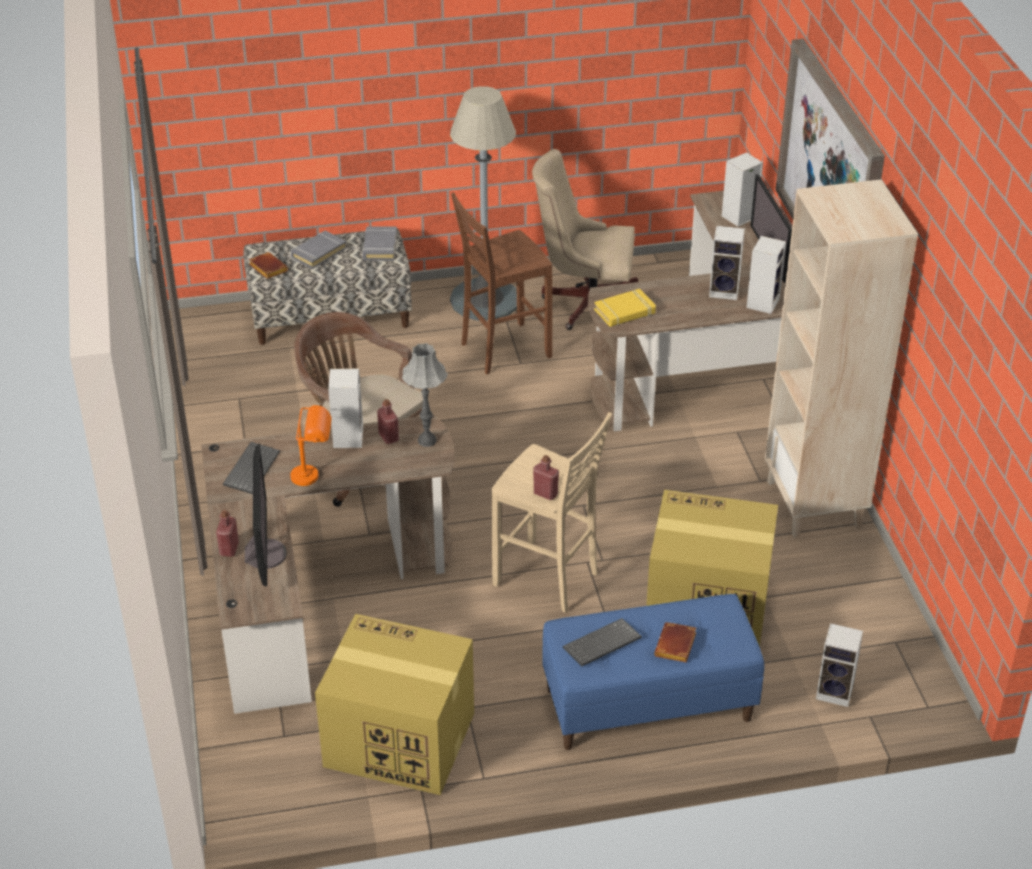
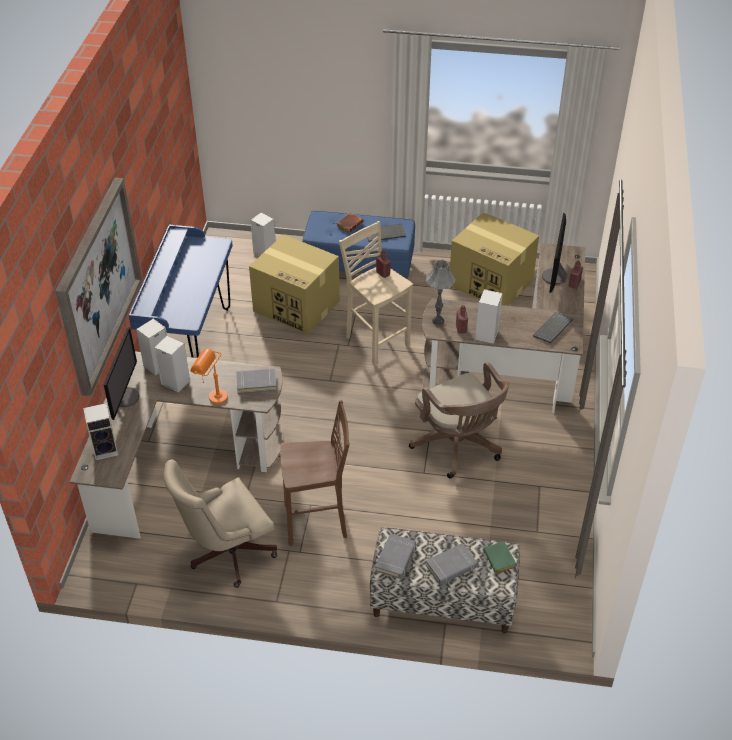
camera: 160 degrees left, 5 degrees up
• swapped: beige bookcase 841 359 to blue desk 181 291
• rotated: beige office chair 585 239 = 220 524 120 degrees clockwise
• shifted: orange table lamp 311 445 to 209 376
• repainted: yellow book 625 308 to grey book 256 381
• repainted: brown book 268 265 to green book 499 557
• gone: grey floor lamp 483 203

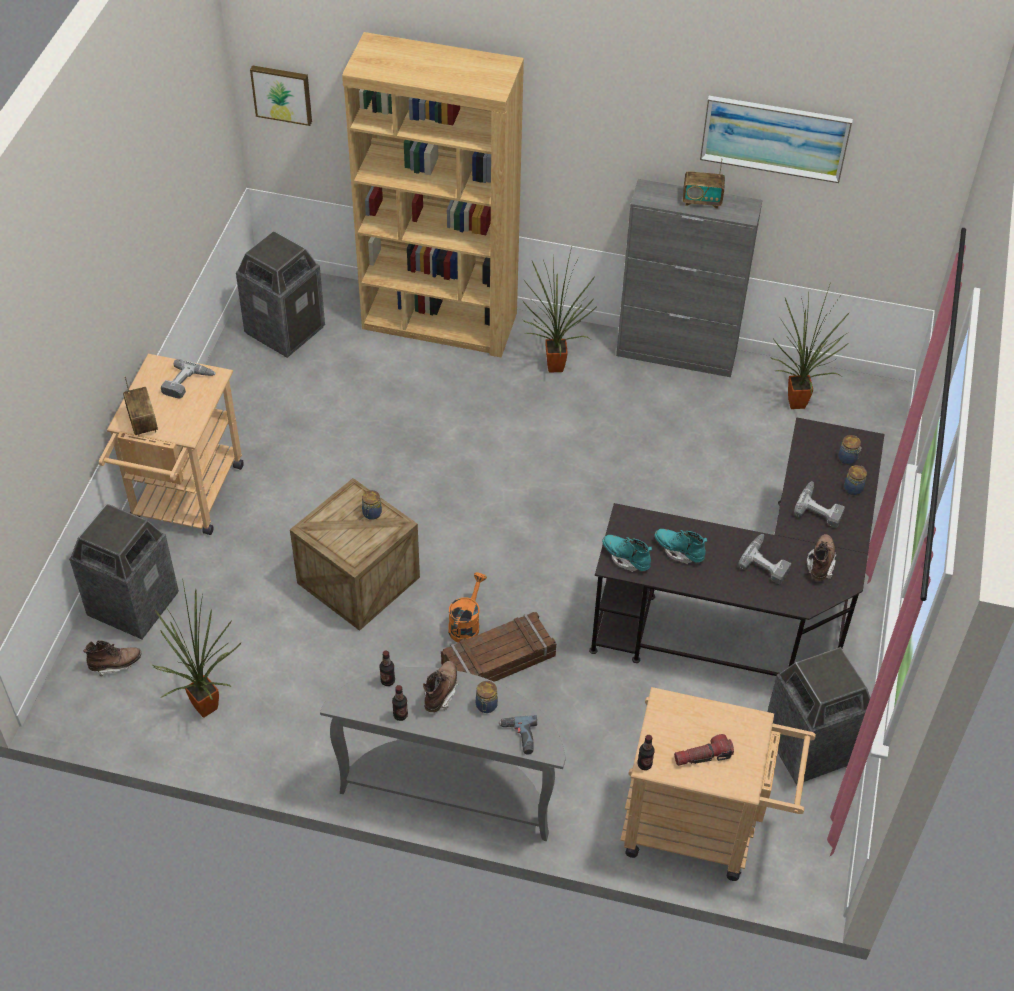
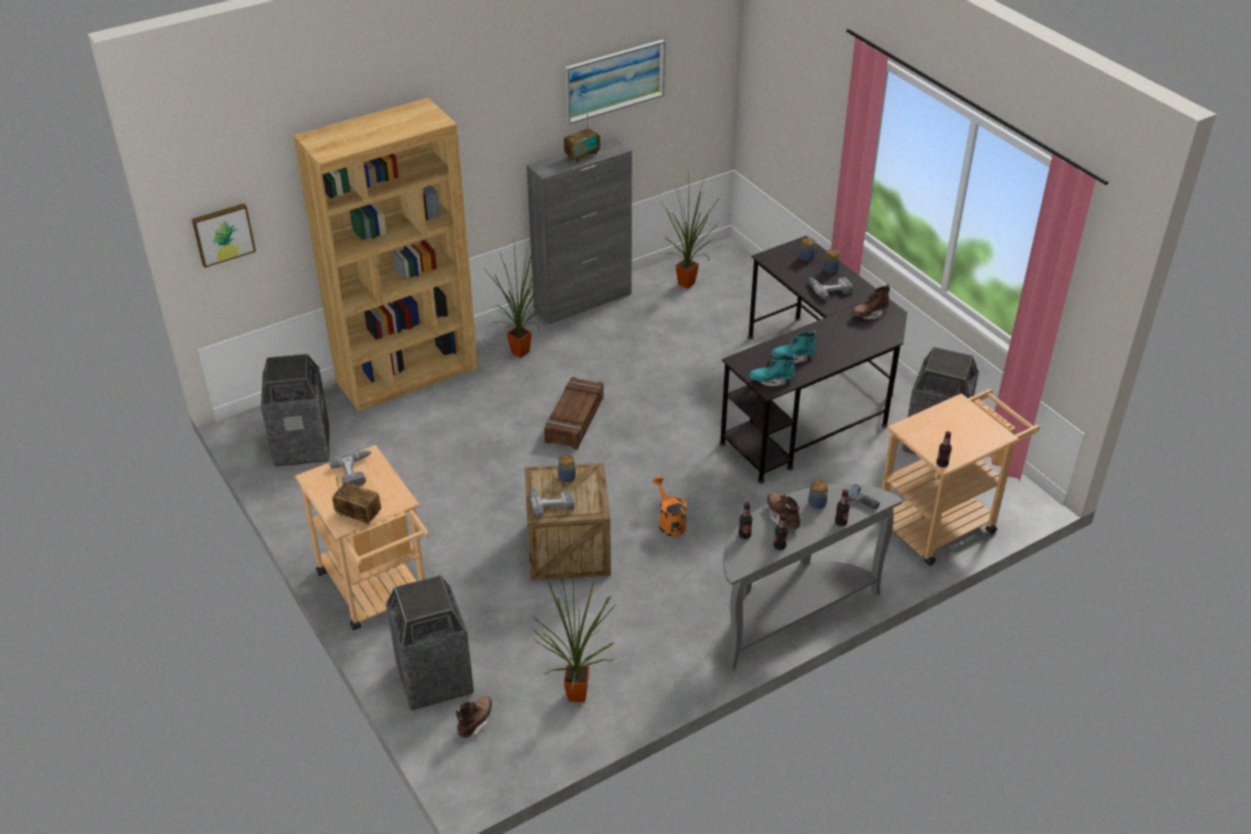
camera: 45 degrees left, 10 degrees down
• shifted: power drill 764 559 to 552 501
• shifted: crate 498 647 to 574 413
• new: bottle 842 507
• rotated: brown boot 821 557 = 871 301 90 degrees counterclockwise
• gone: flashlight 704 750

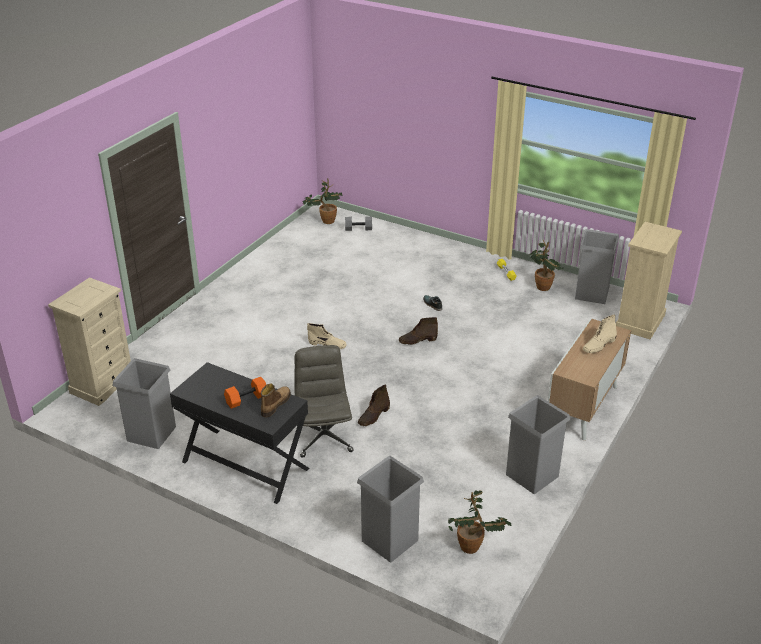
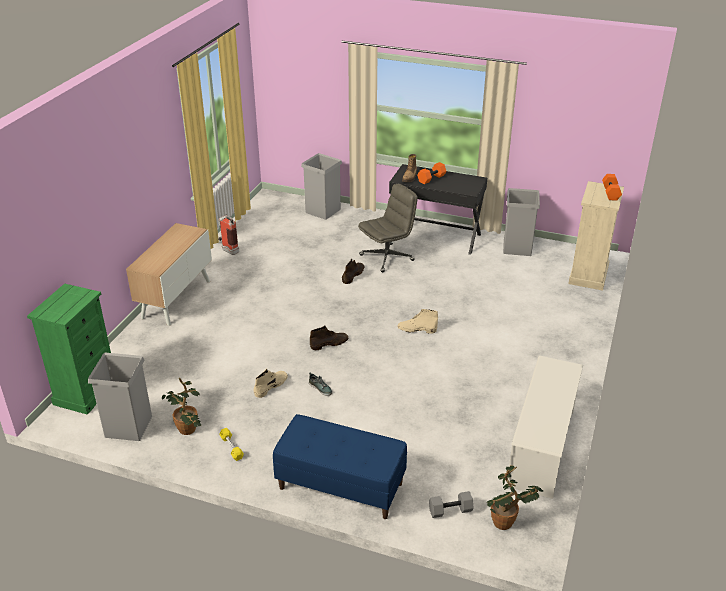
camera: 170 degrees right, 0 degrees up
• repainted: beige dresser 649 281 to green dresser 69 349
• swapped: grey trash can 538 444 to fire extinguisher 228 235
• shifted: beige boot 600 334 to 271 383
• new: blue bench 340 466
• rotated: grey office chair 324 401 = 388 228 105 degrees counterclockwise
• new: white shoe rack 545 427
• new: orange dumbbell 612 187
• gone: potted plant 479 522

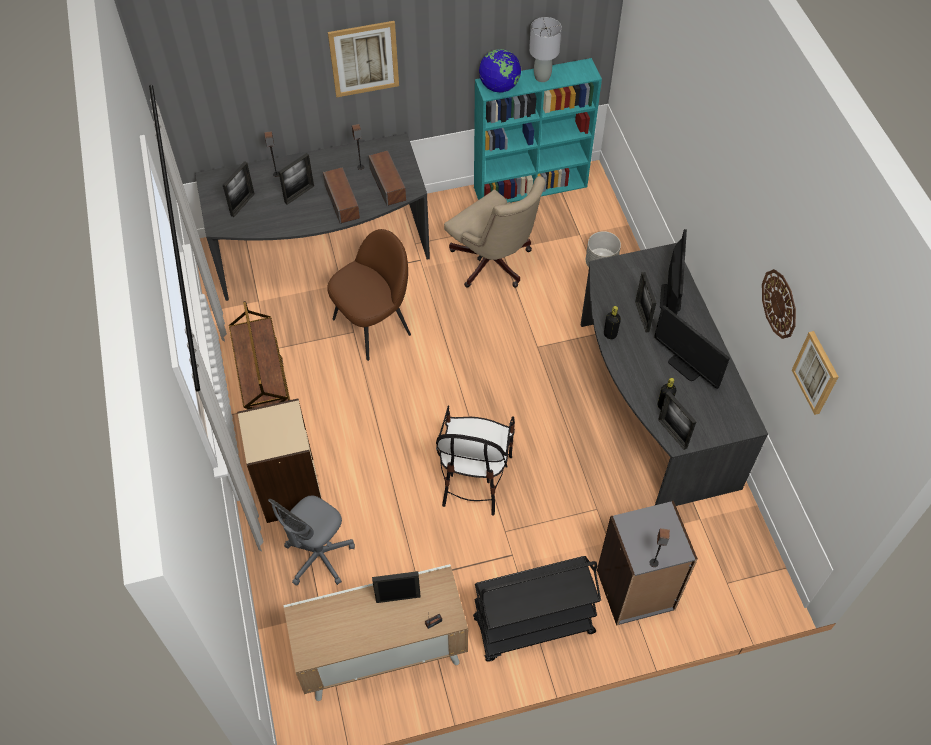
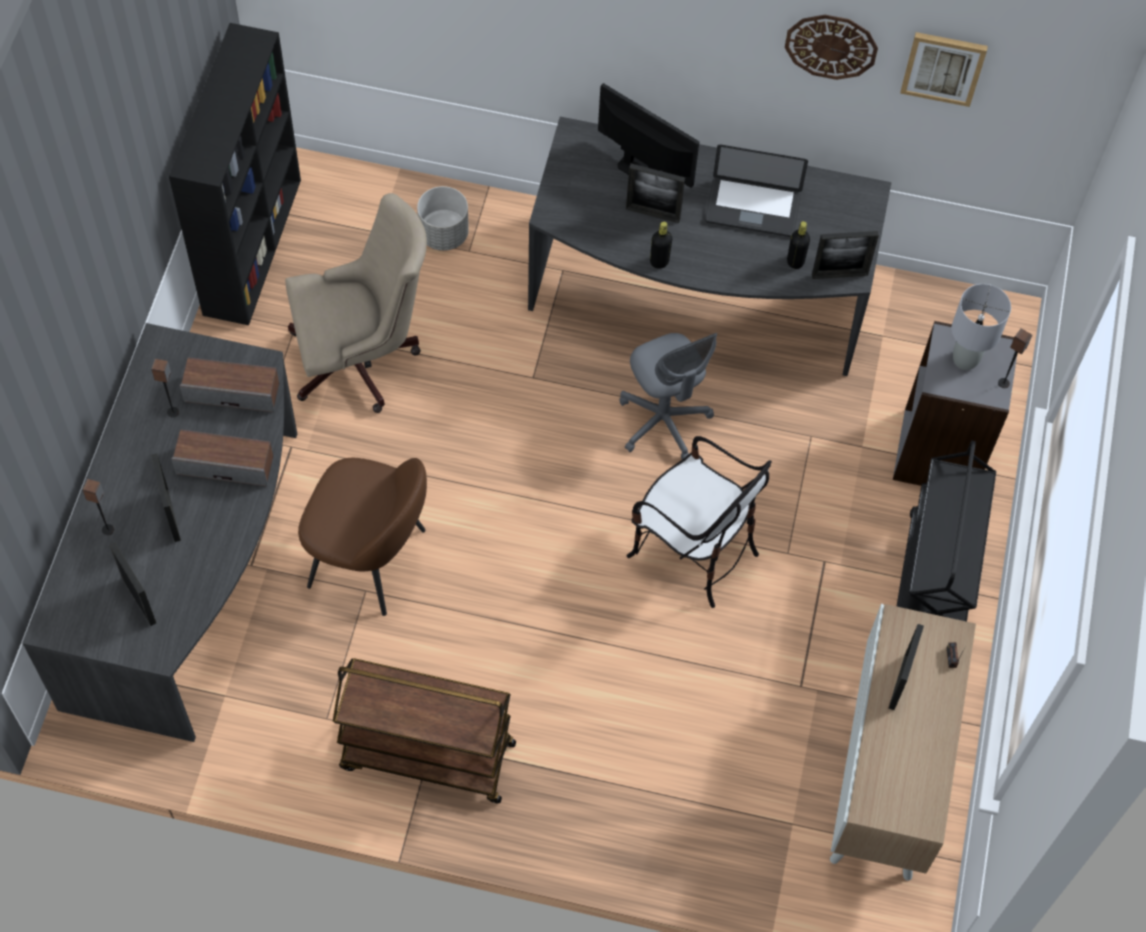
camera: 65 degrees left, 5 degrees up
• repainted: turquoise bookcase 538 130 to black bookcase 235 174
• rotated: brown chair 369 295 = 362 537 120 degrees clockwise
• shifted: grey office chair 311 541 to 669 396
• swapped: monitor 692 347 to laptop 756 191
• shifted: grey table lamp 545 49 to 981 327
• gone: beige bookcase 279 460
• gone: picture 363 59
• gone: globe 500 70

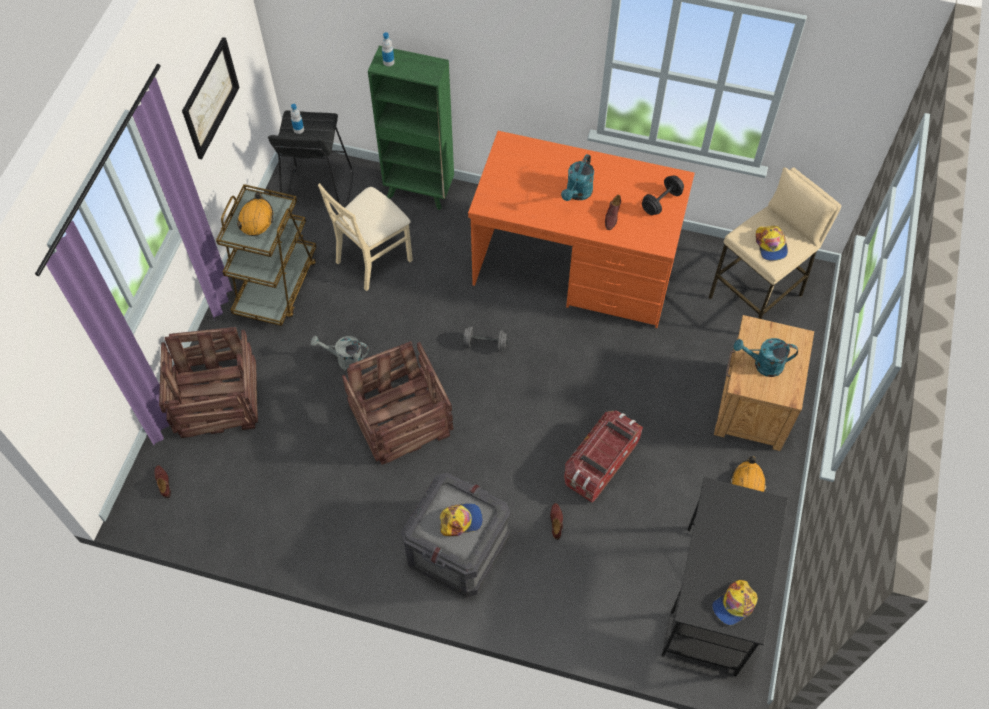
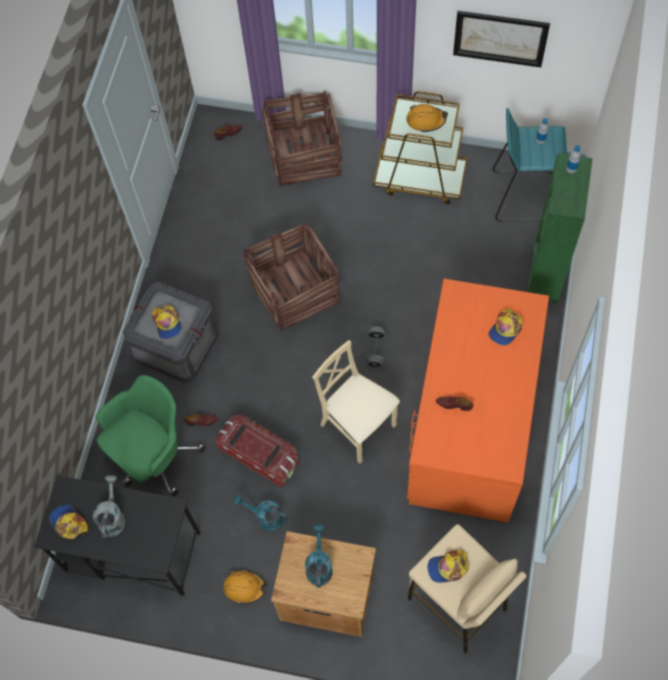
camera: 90 degrees right, 5 degrees up
• shifted: grey watering can 340 353 to 109 506
• new: green office chair 150 435
• shifted: turquoise watering can 577 177 to 261 513
• shifted: beige chair 365 237 to 356 402
• new: cap 505 327
• repainted: black stool 310 161 to turquoise stool 529 164
• gone: black dumbbell 663 195

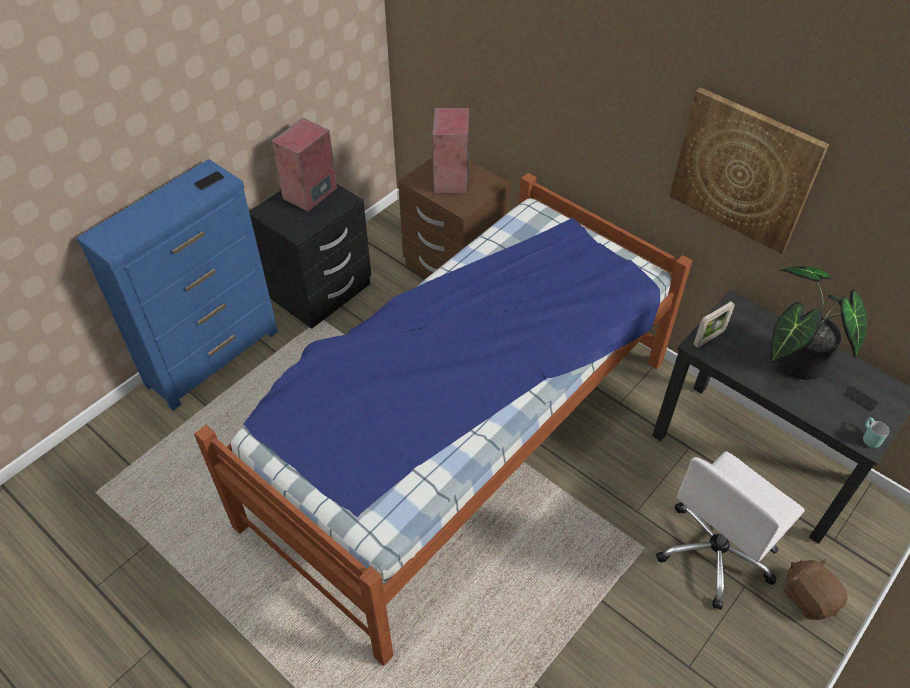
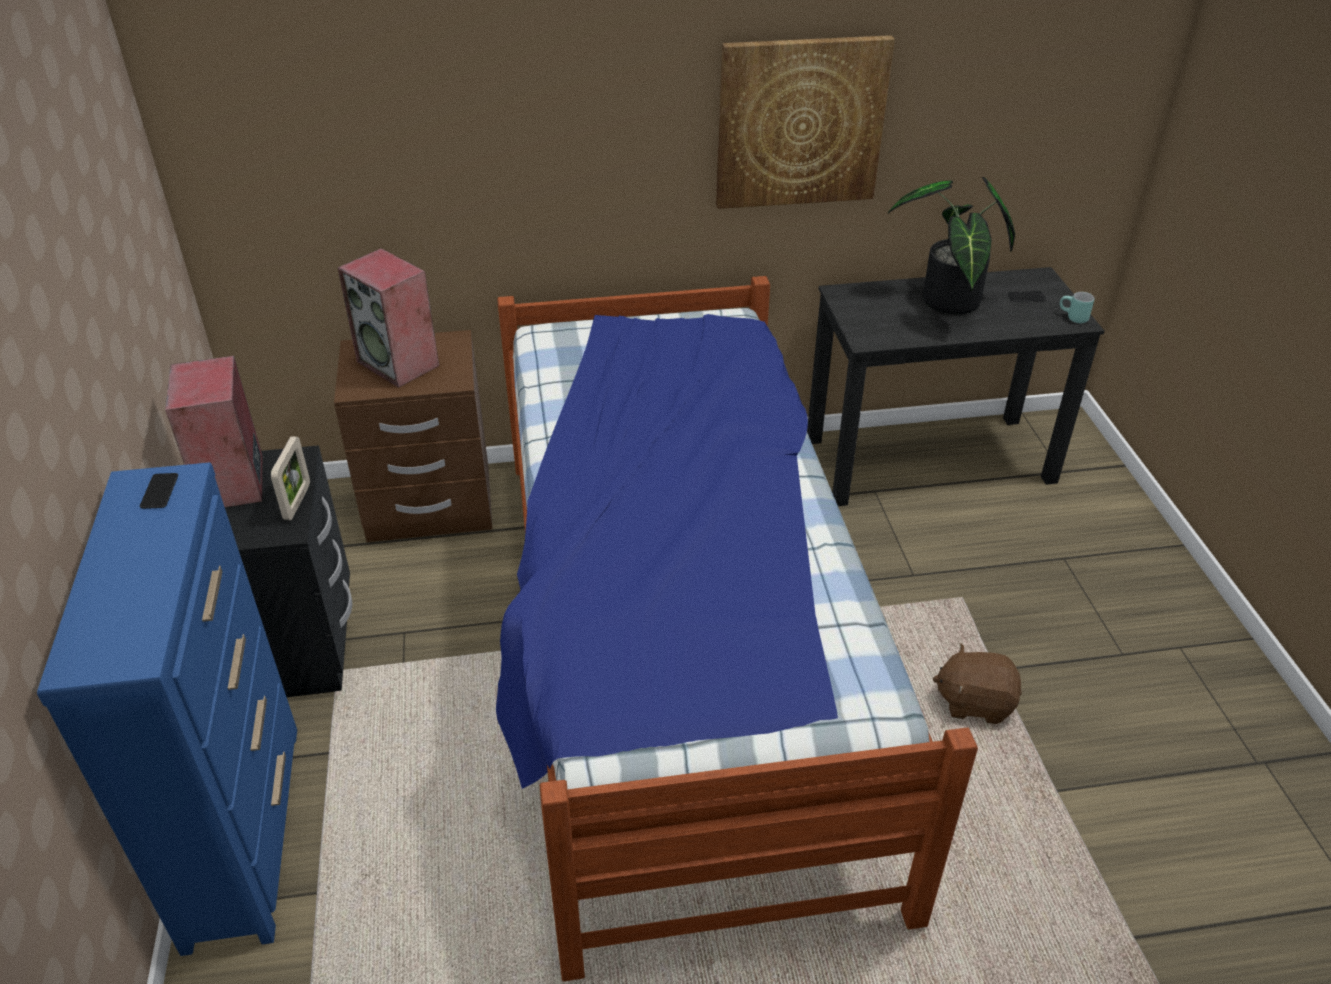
camera: 50 degrees left, 10 degrees down
• shifted: picture frame 714 324 to 290 478
• shifted: brown plush toy 816 589 to 977 684
• gone: white office chair 730 530

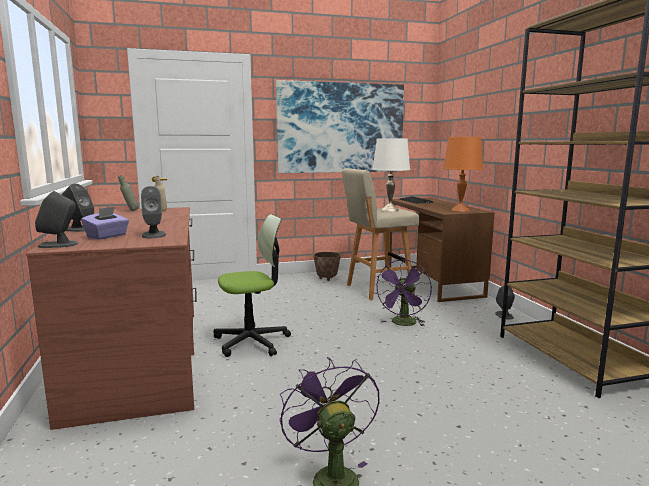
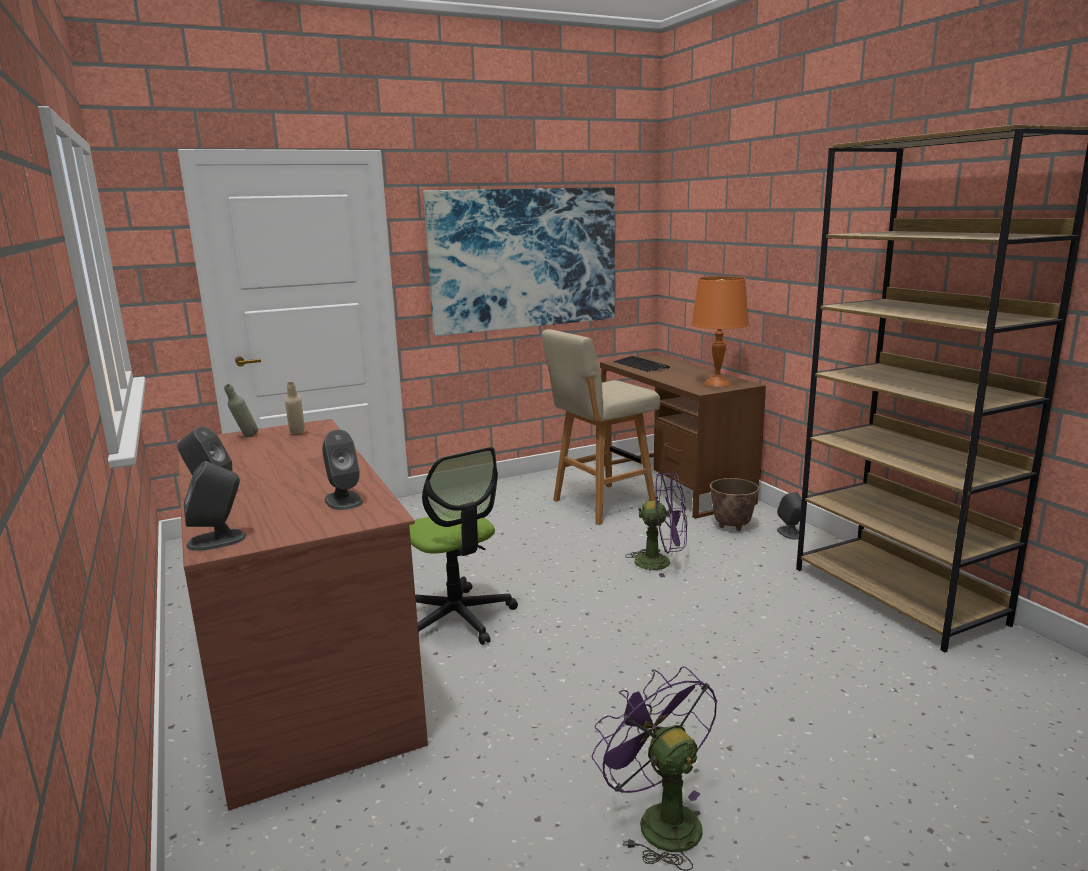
camera: 10 degrees left, 5 degrees up
• rotated: office chair 252 285 = 463 546 90 degrees clockwise
• rotated: purple fan 403 292 = 656 525 90 degrees counterclockwise
• shifted: planter 327 266 to 734 504
• gone: purple tissue box 105 223
• gone: white table lamp 391 174

